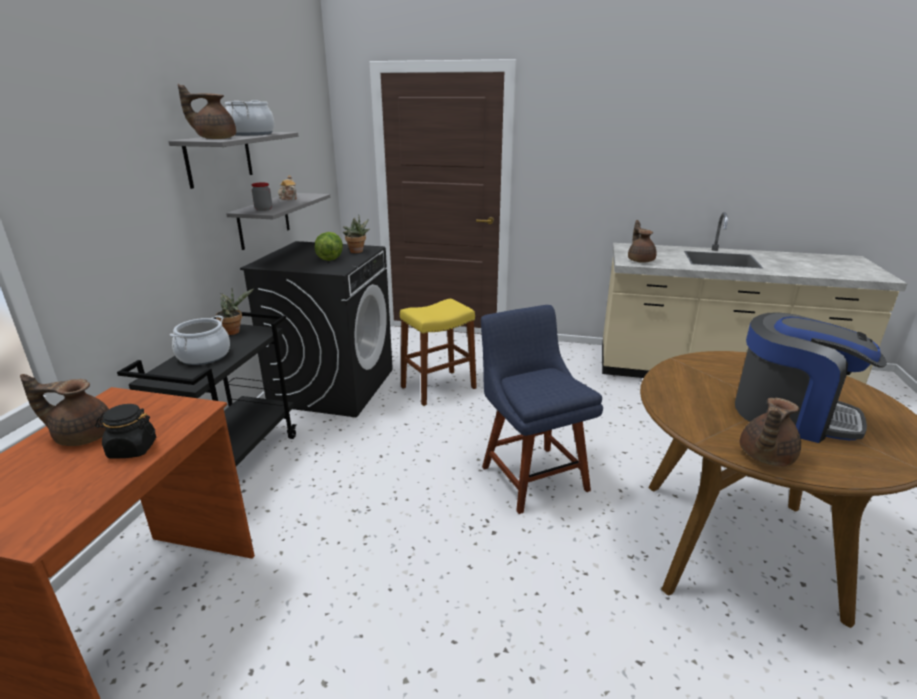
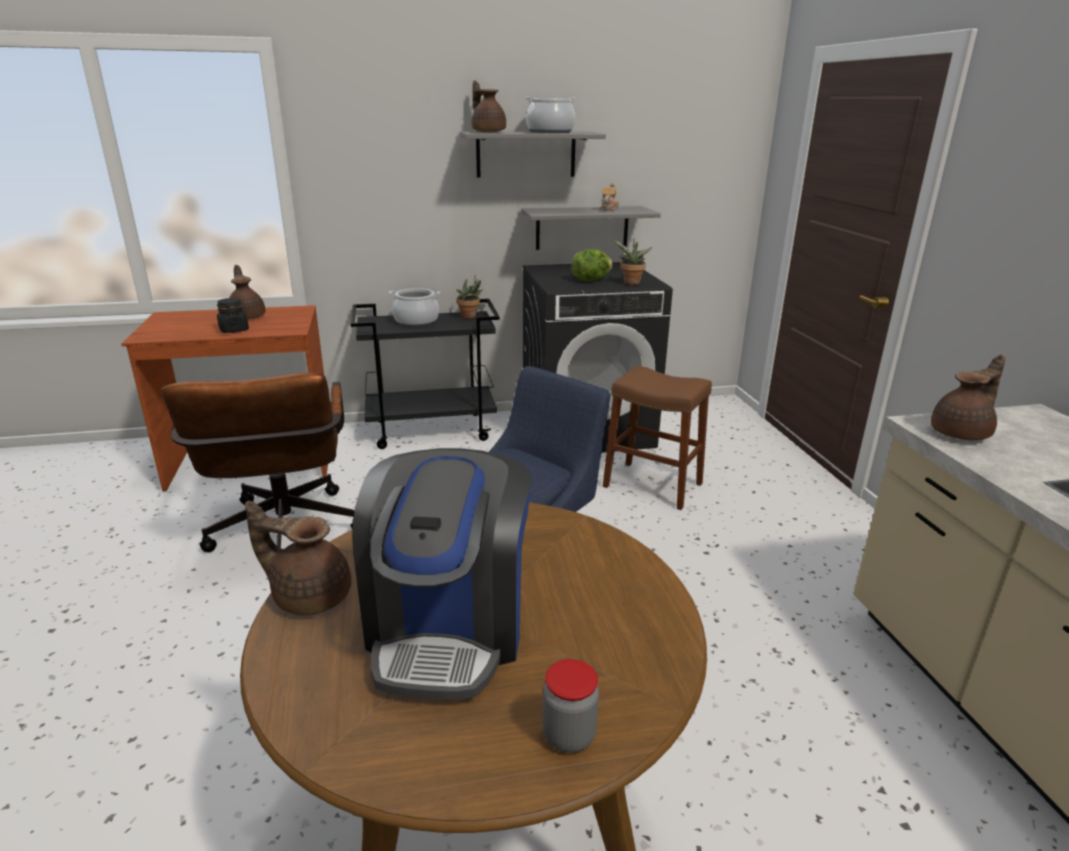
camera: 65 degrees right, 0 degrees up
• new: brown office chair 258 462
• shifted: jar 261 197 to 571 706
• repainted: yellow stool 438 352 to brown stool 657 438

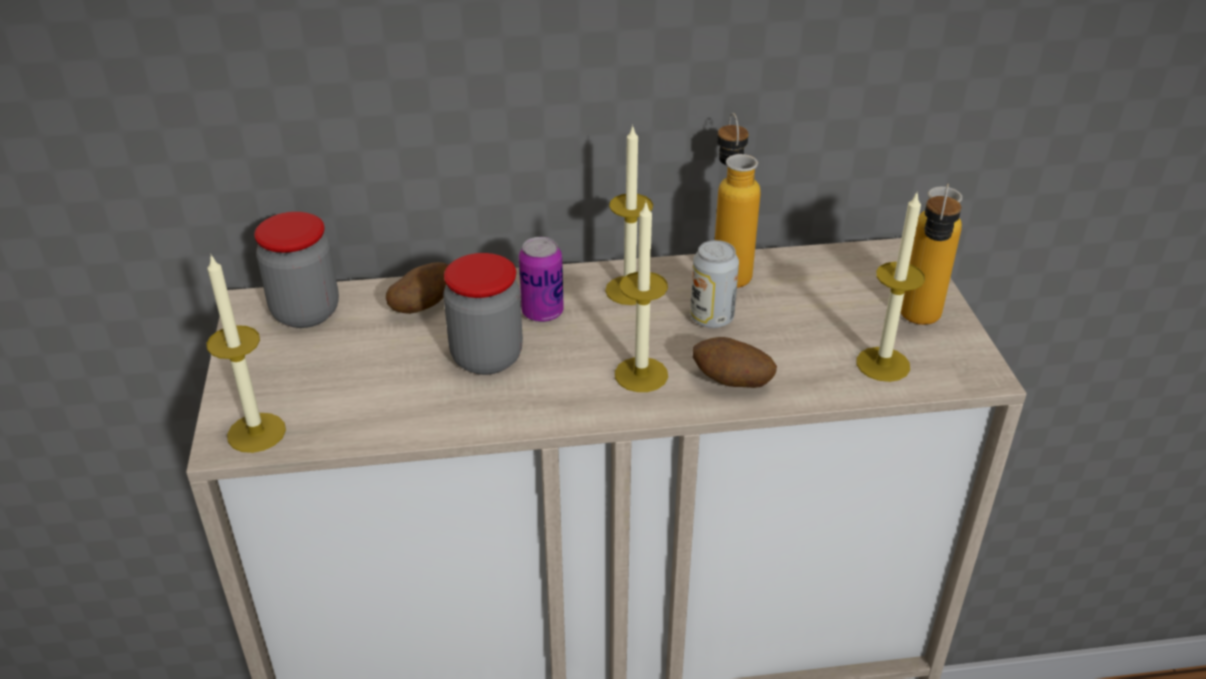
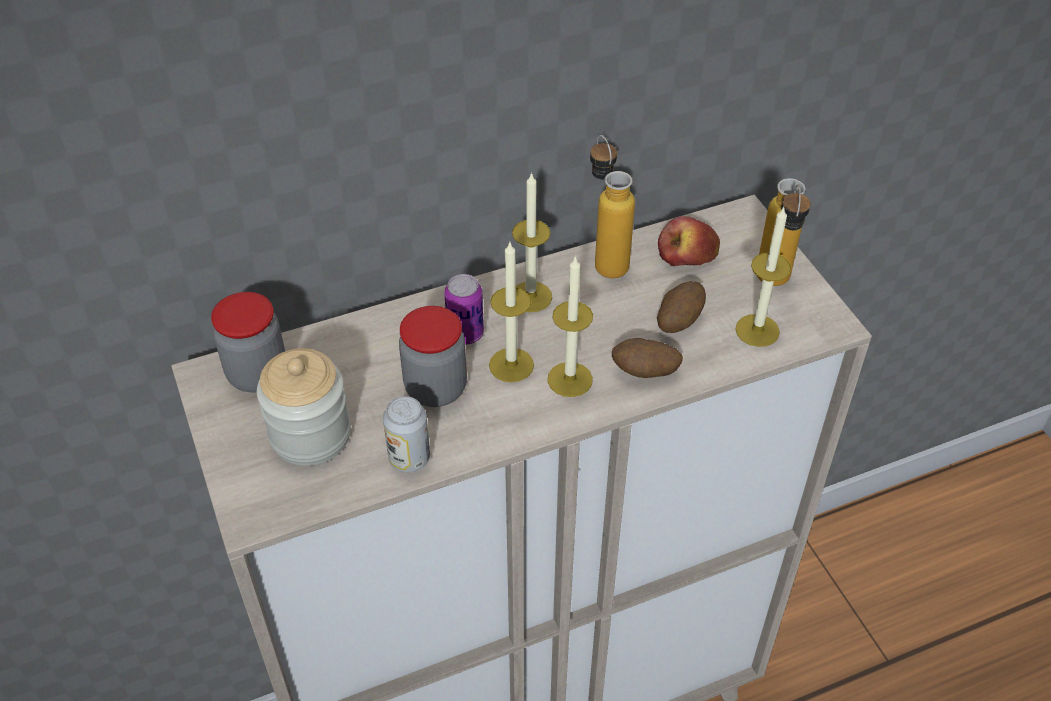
camera: 15 degrees left, 10 degrees up
• new: jar 304 407
• shifted: can 714 284 to 406 434
• shifted: candle 246 354 to 511 312
• shifted: potato 417 288 to 681 307
• new: apple 689 241

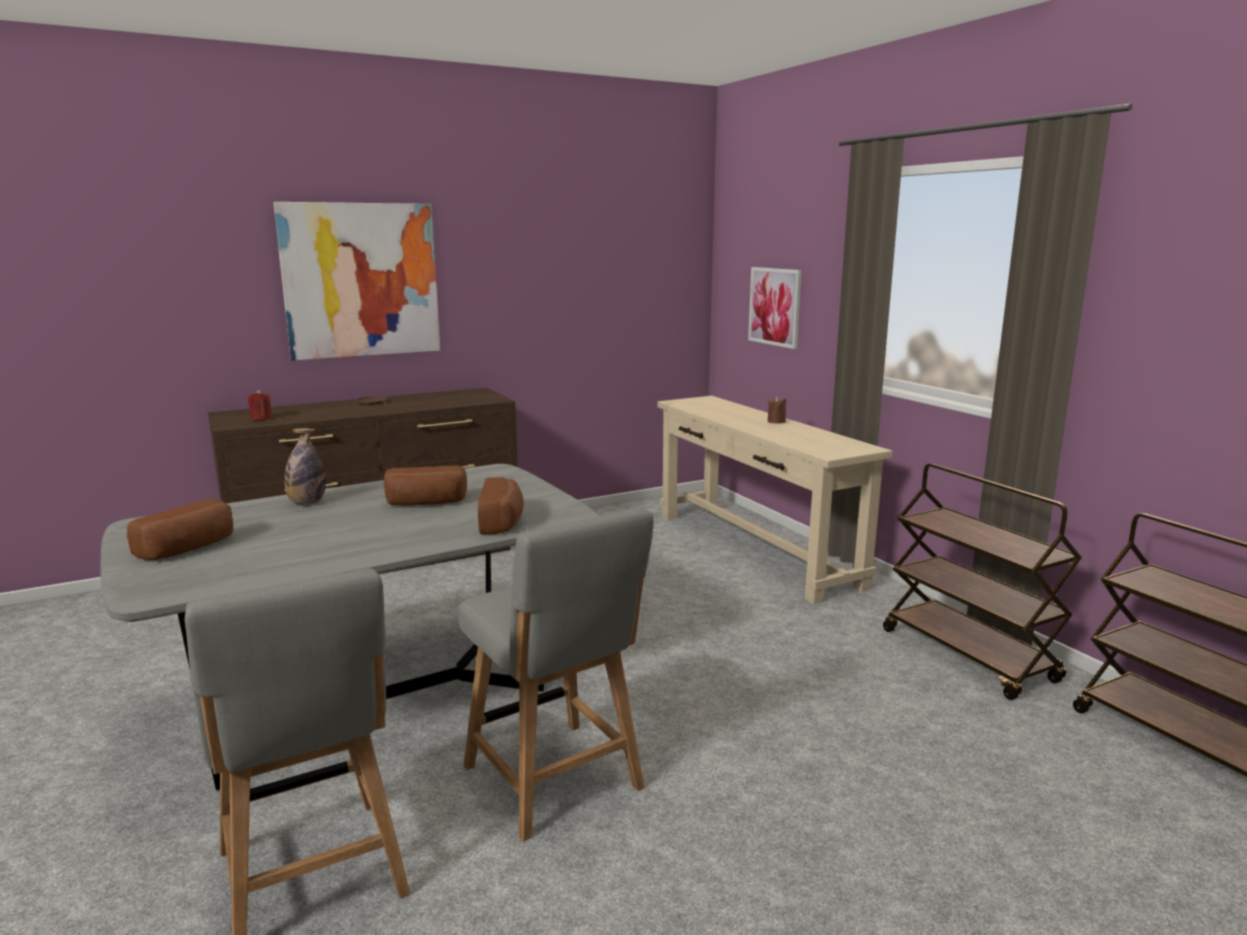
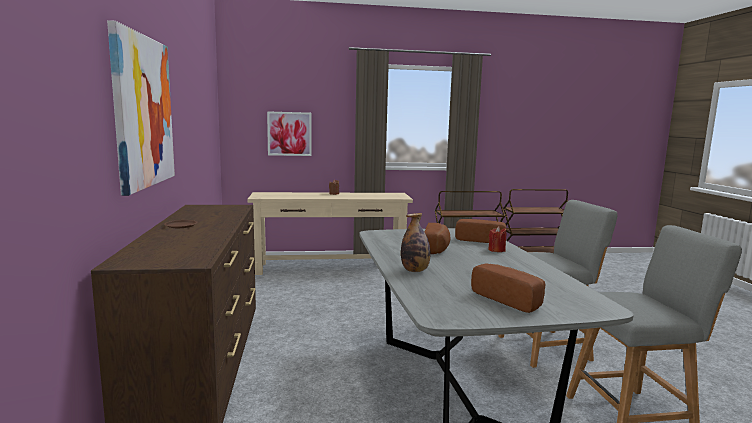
camera: 70 degrees left, 5 degrees down
• shifted: red candle 260 404 to 497 239

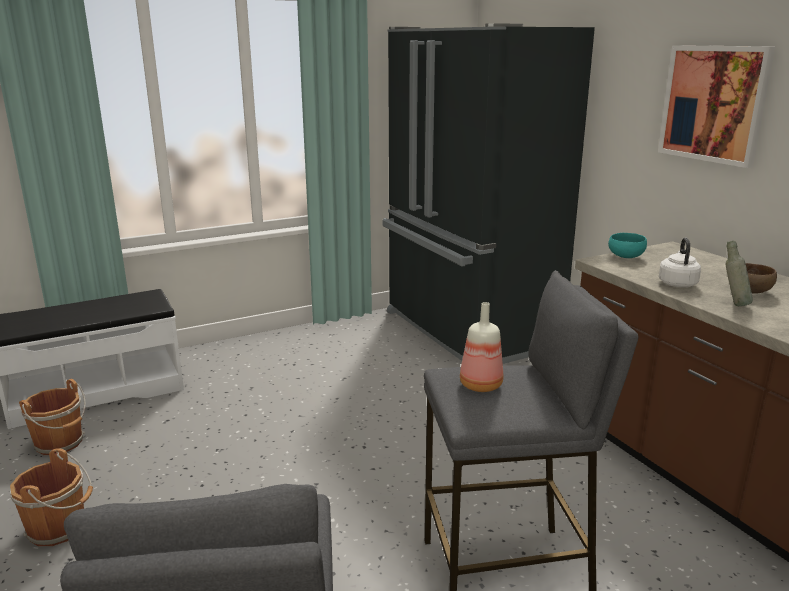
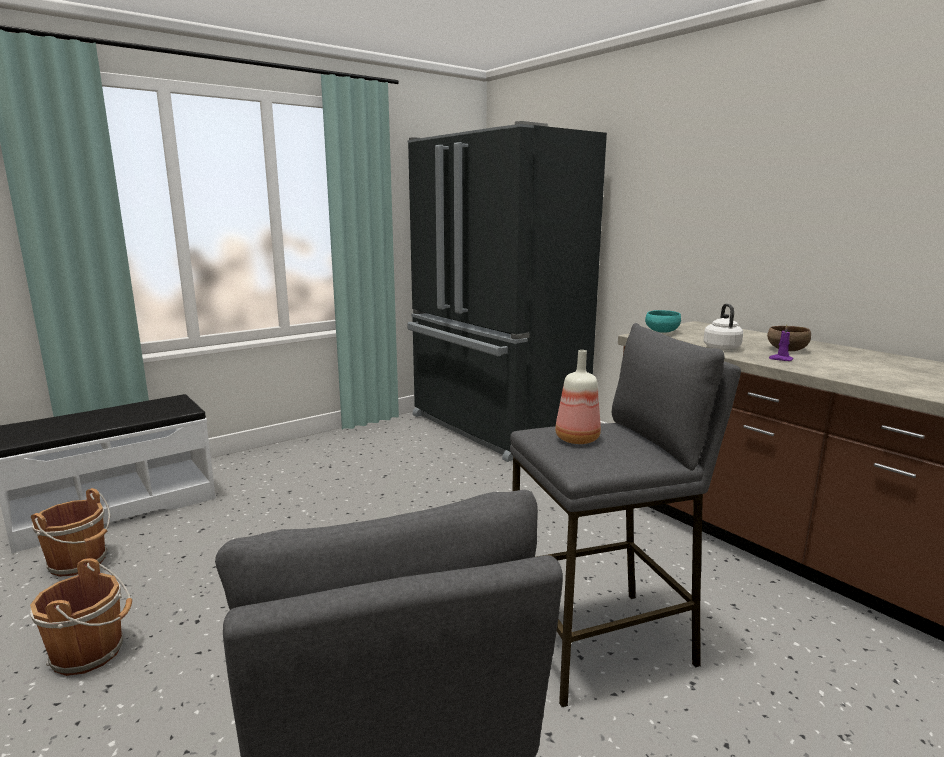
camera: 10 degrees left, 5 degrees down
• swapped: grey bottle 739 273 to purple candle 781 343
• gone: picture 716 106

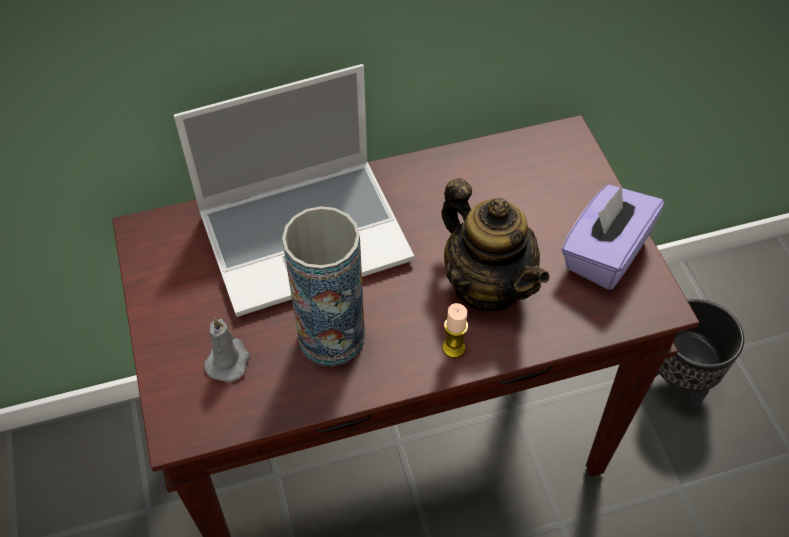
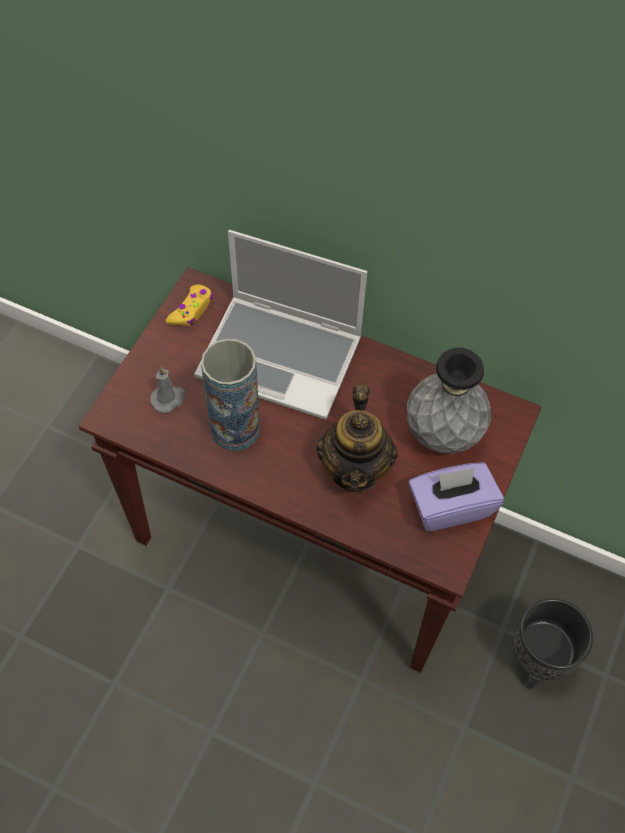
camera: 40 degrees right, 5 degrees up
• new: yellow game controller 189 305
• new: grey vase 449 401
• gone: candle 455 330

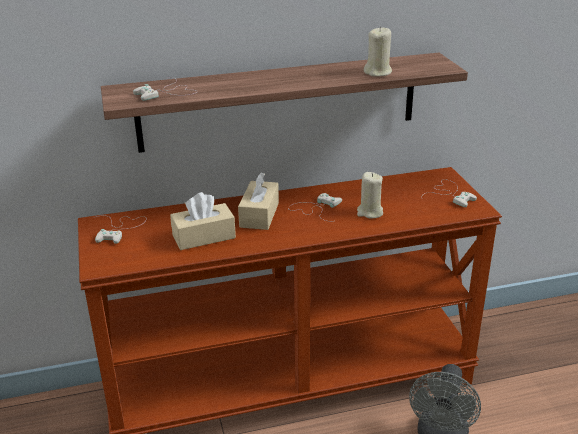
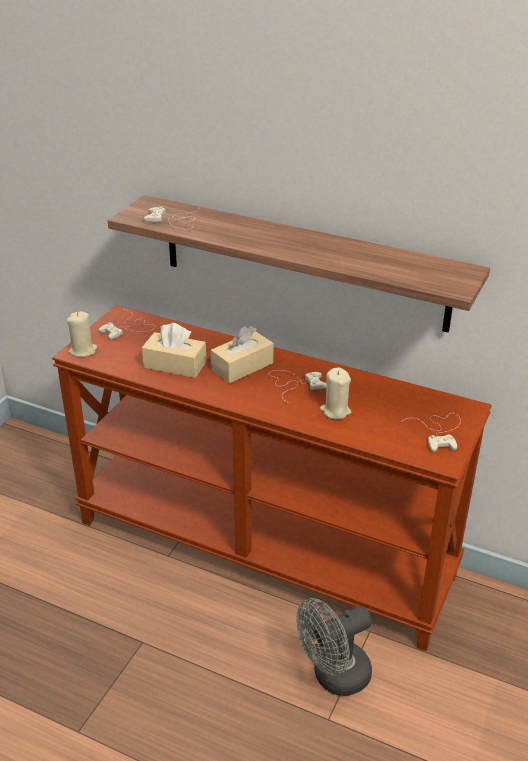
camera: 40 degrees right, 5 degrees up
• shifted: beige candle 378 52 to 82 334

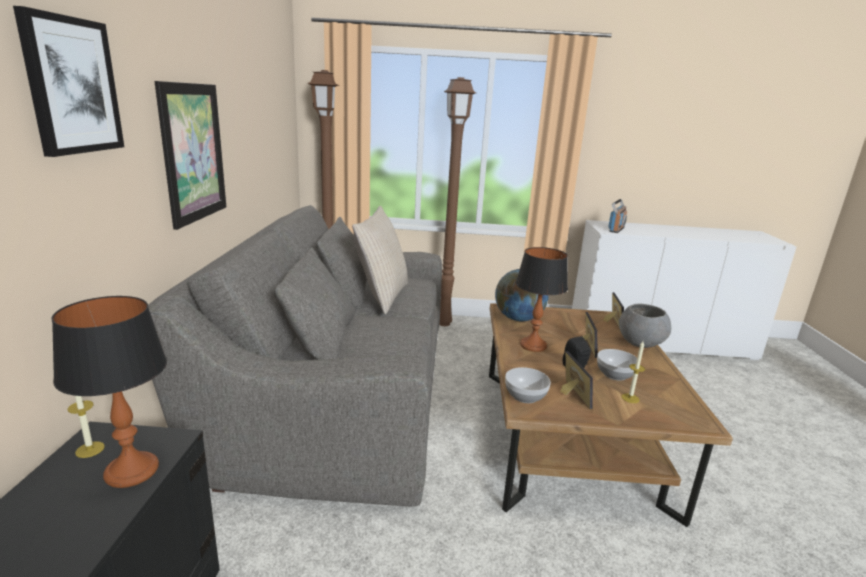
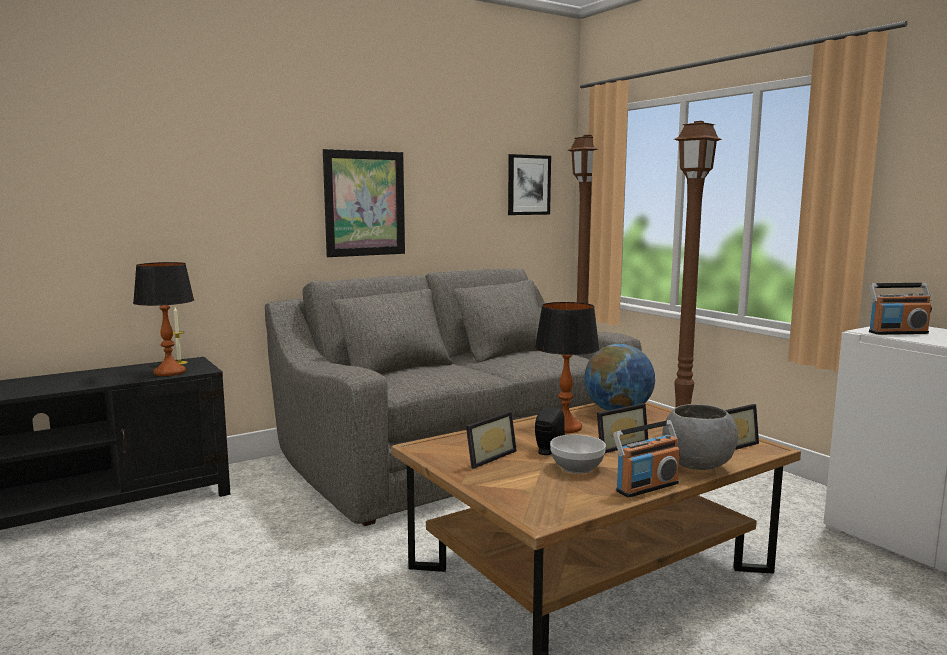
camera: 55 degrees right, 10 degrees down
• shifted: picture 68 81 to 529 184
• new: radio 646 459
• gone: beige pillow 380 260
• gone: bowl 528 385
• gone: candle 633 372

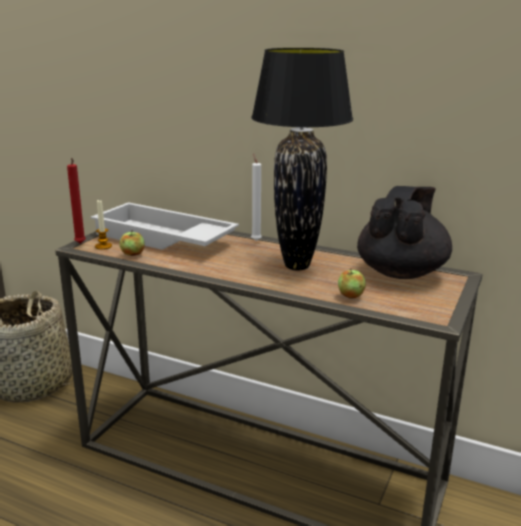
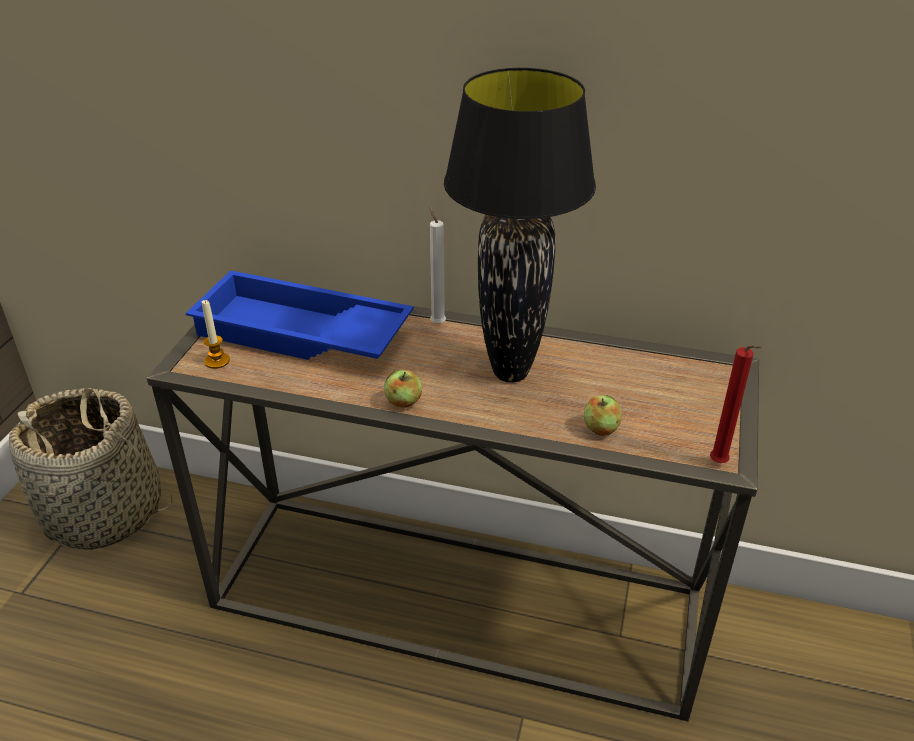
camera: 10 degrees left, 15 degrees up
• repainted: white tray 164 226 to blue tray 300 315
• shifted: apple 132 243 to 403 389
• shifted: red candle 76 201 to 736 404
• gone: black teapot 404 232

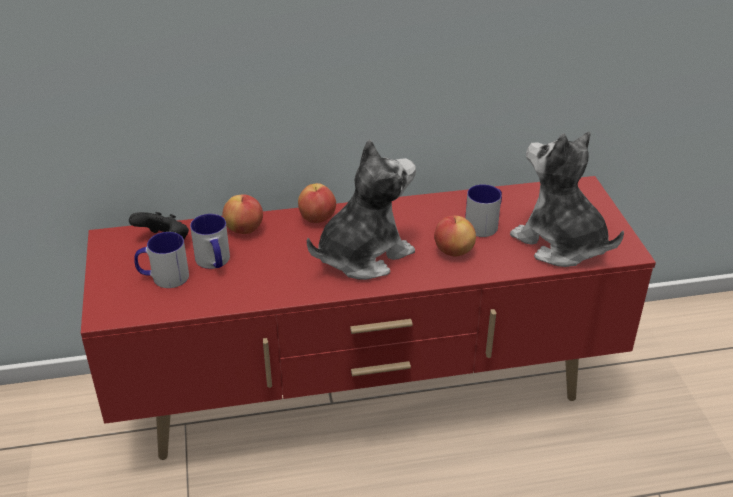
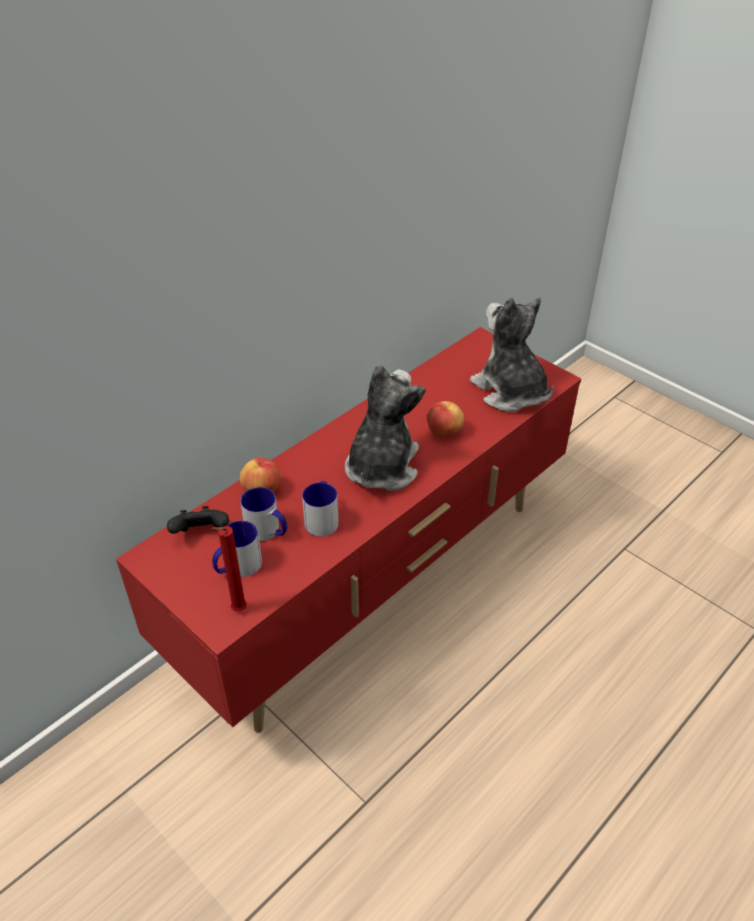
camera: 35 degrees left, 5 degrees up
• new: red candle 229 569
• shifted: mug 483 210 to 320 509
• rotated: plush toy 567 199 = 511 354 45 degrees clockwise
• gone: apple 317 203

